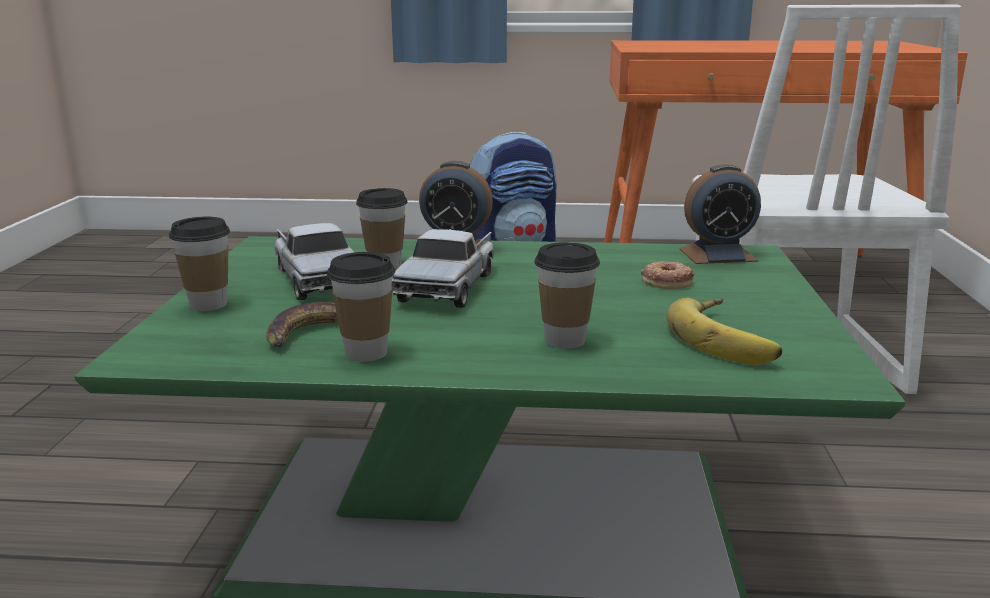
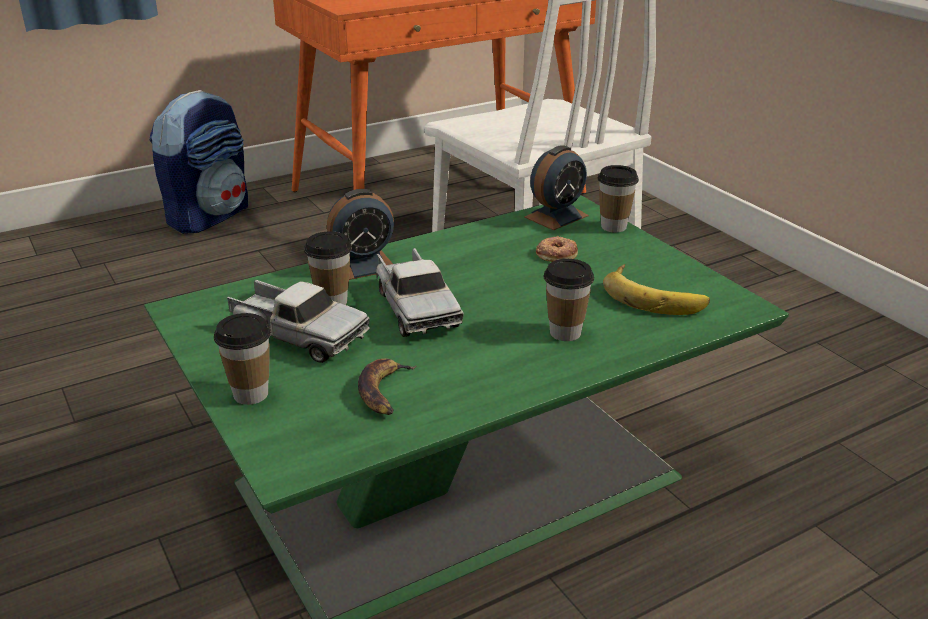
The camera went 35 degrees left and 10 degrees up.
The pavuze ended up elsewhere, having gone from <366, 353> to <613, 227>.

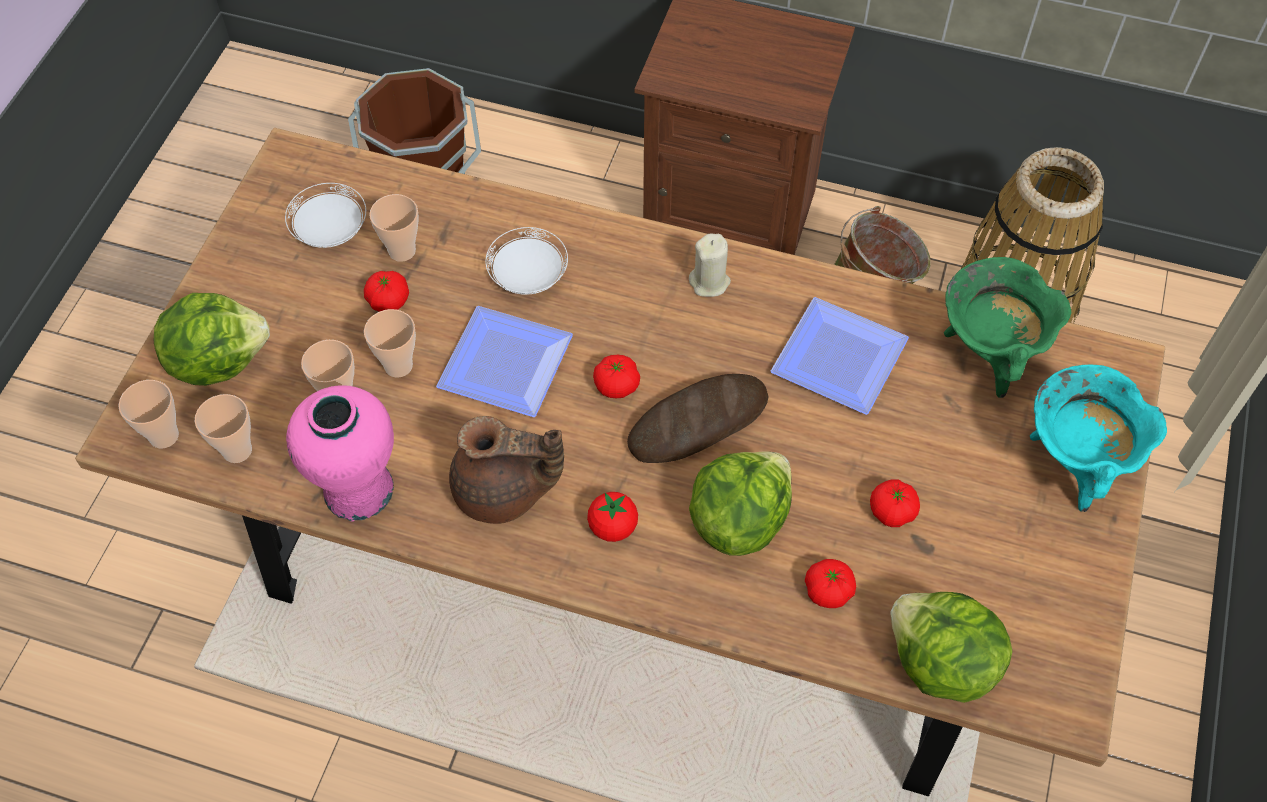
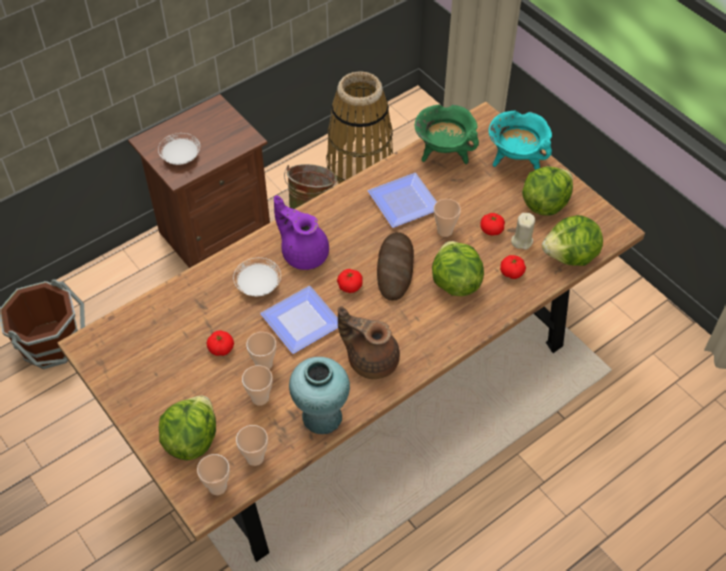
The camera went 55 degrees left and 5 degrees down.
The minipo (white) ended up elsewhere, having gone from <330, 230> to <181, 157>.
What was the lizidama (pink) at <358, 490> turned into the lizidama (turquoise) at <322, 417>.
The pavuze ended up elsewhere, having gone from <402, 251> to <445, 231>.
The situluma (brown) at <503, 492> ended up facing another way, 105 degrees counterclockwise from before.
The second view lost the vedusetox at <613, 527>.
The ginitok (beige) ended up elsewhere, having gone from <709, 282> to <521, 241>.
The second view gained the situluma (purple) at <303, 253>.
The second view gained the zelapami at <544, 204>.

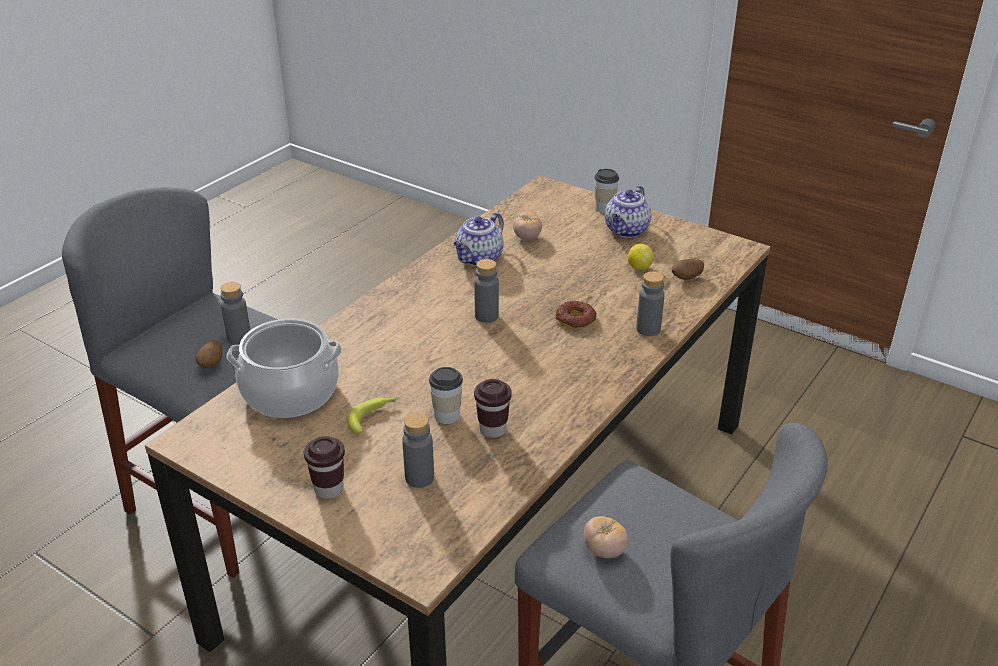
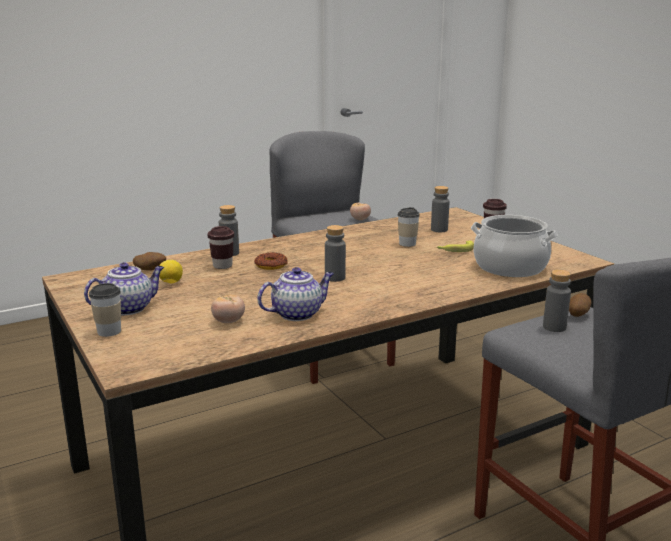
The camera went 155 degrees left and 15 degrees down.
The pavuze (brown) ended up elsewhere, having gone from <492, 429> to <222, 266>.

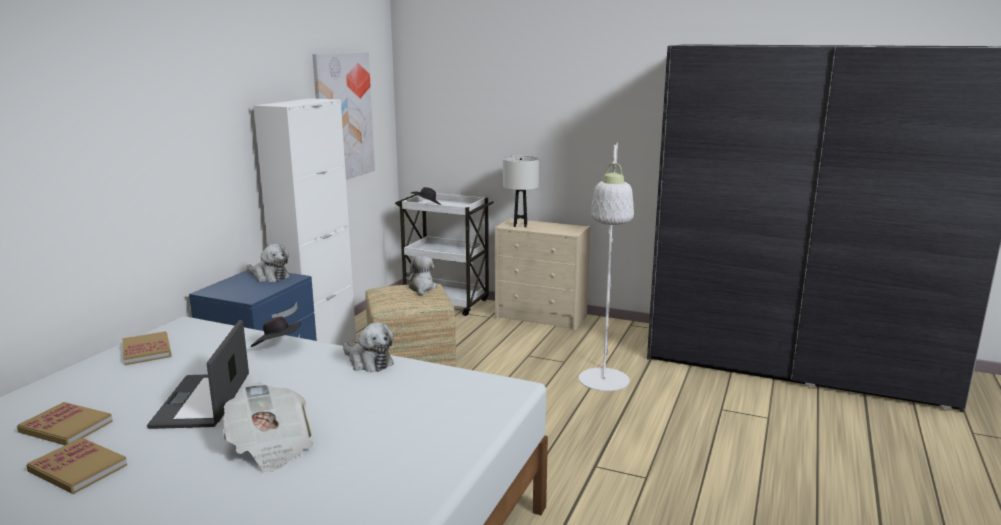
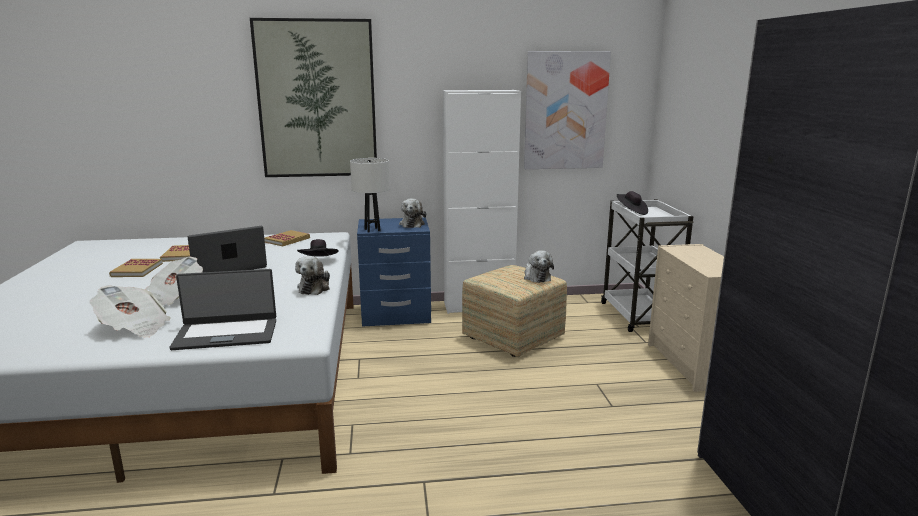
The camera went 60 degrees right and 0 degrees up.
The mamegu at <422, 288> ended up facing another way, 105 degrees clockwise from before.
The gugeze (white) ended up elsewhere, having gone from <520, 225> to <372, 230>.
The second view lost the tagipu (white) at <604, 385>.
The second view gained the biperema at <134, 327>.
The second view gained the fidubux at <226, 334>.
The second view gained the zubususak at <317, 100>.

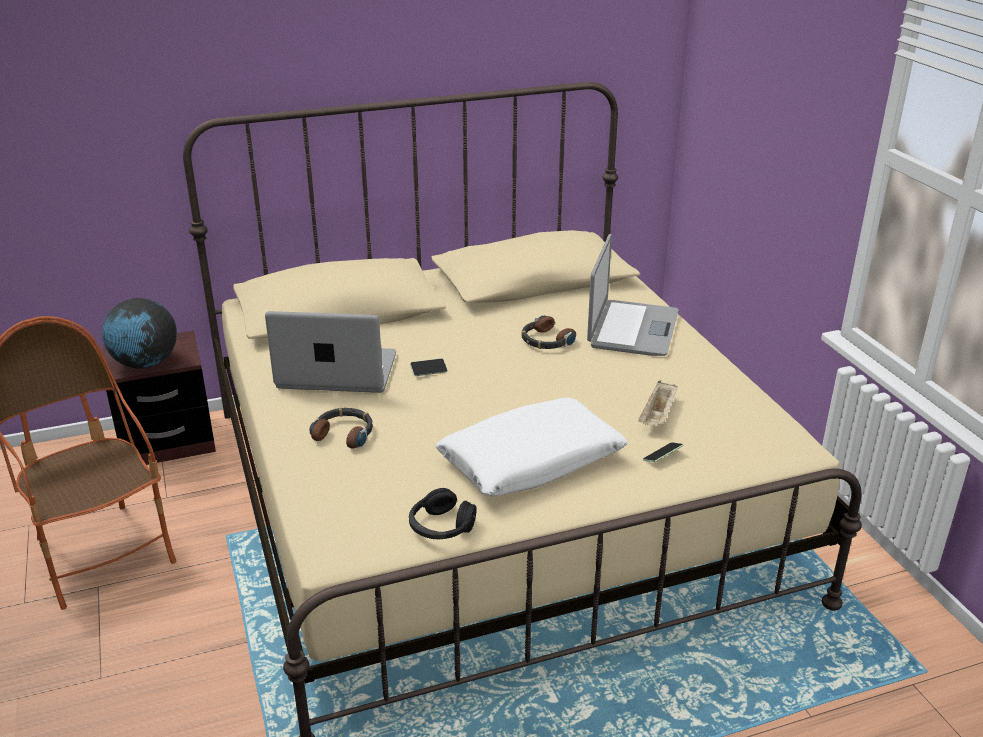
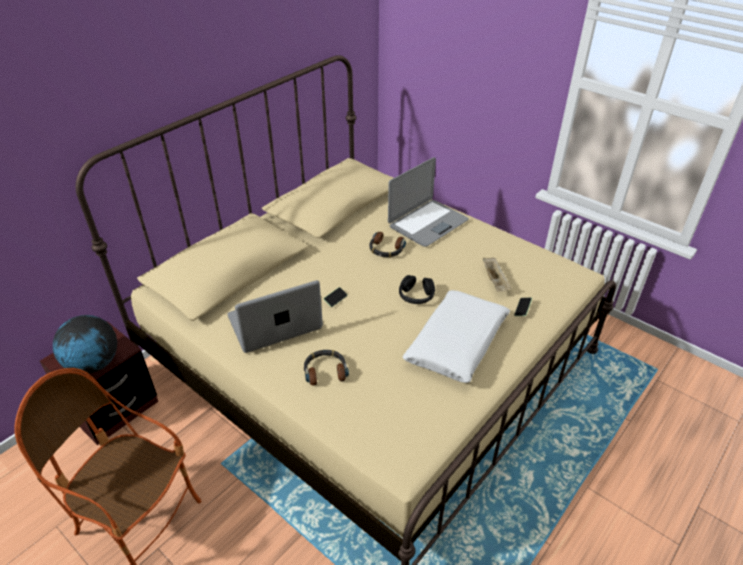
The camera went 30 degrees left and 10 degrees up.
The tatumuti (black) ended up elsewhere, having gone from <441, 527> to <416, 296>.
The fidubux at <632, 329> ended up facing another way, 60 degrees clockwise from before.

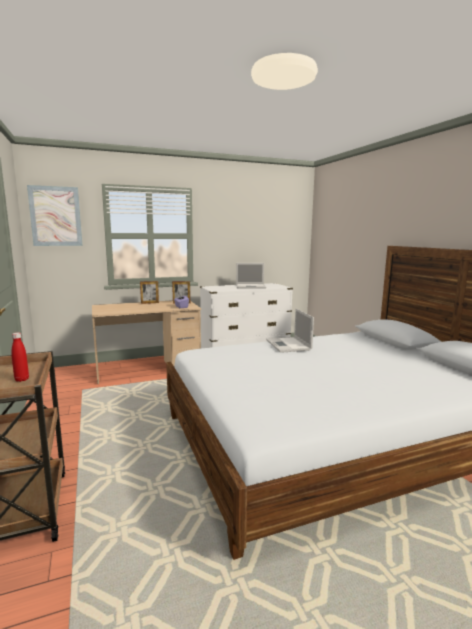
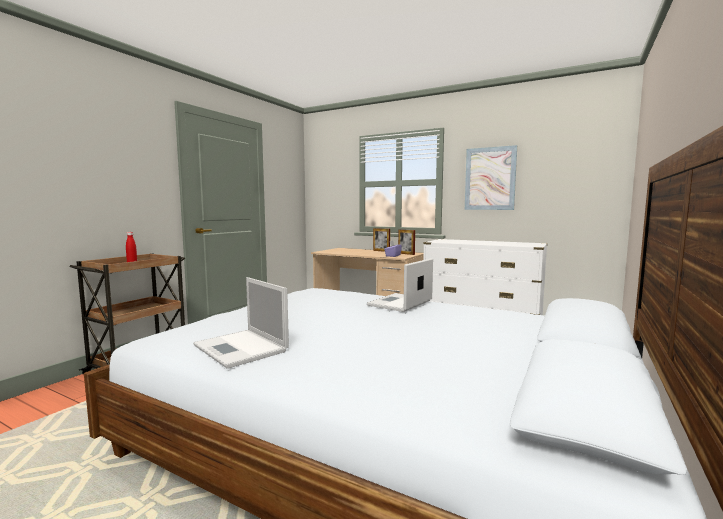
The camera went 50 degrees right and 5 degrees down.
The zubususak ended up elsewhere, having gone from <55, 216> to <490, 178>.
The fidubux ended up elsewhere, having gone from <251, 286> to <241, 348>.

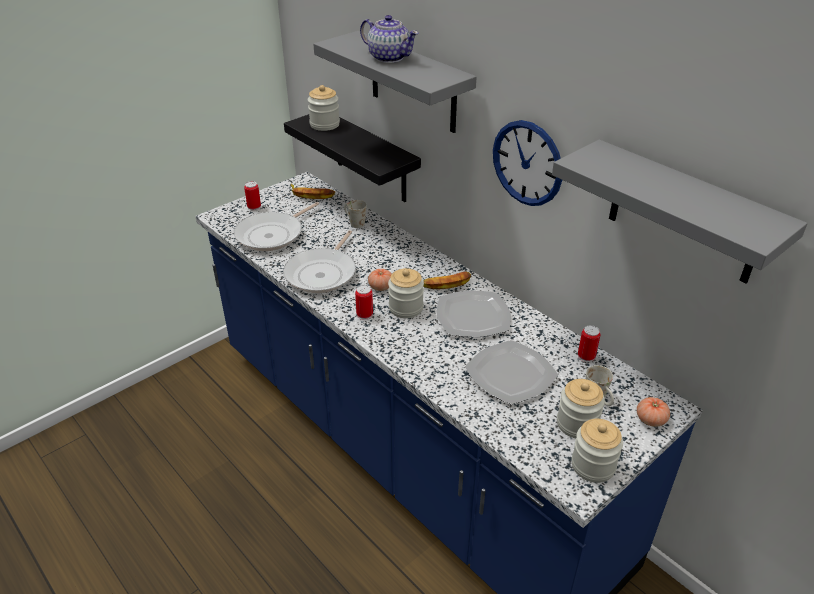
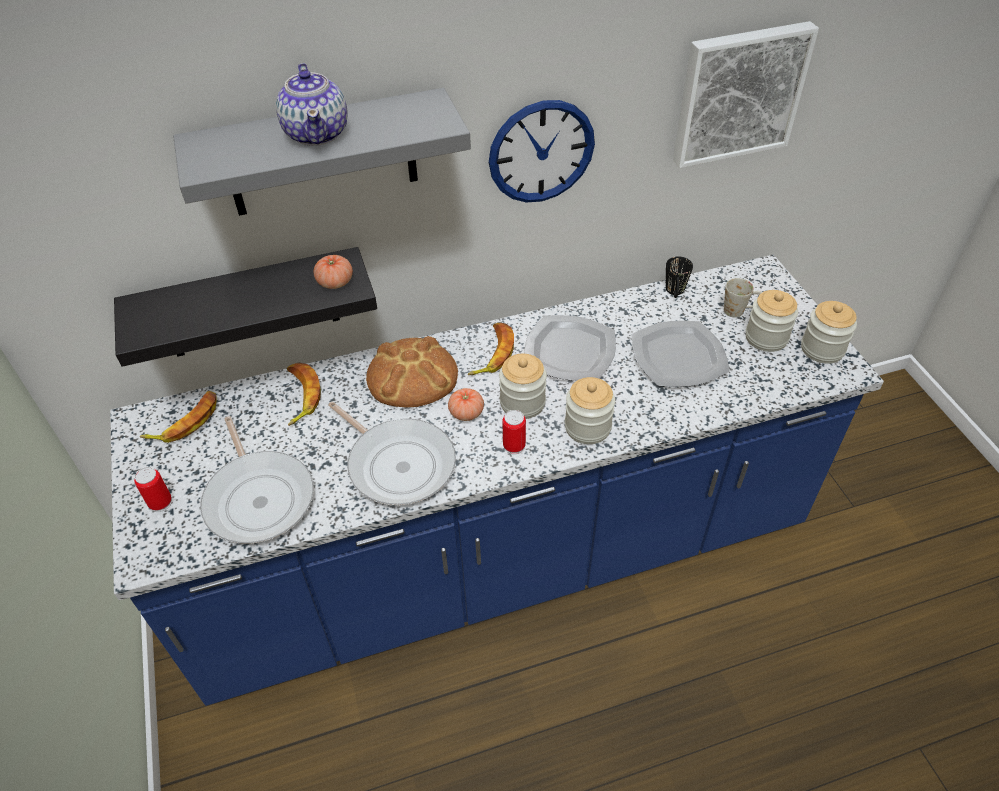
The camera went 65 degrees left and 10 degrees up.
The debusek ended up elsewhere, having gone from <324, 124> to <587, 427>.
Where the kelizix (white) stood at <354, 222>, the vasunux came to stand at <300, 396>.
The situluma at <389, 57> ended up facing another way, 105 degrees clockwise from before.
Where the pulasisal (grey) hung at <683, 213>, the zubususak came to hang at <738, 93>.
Where the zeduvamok stood at <586, 356>, the kelizix (black) came to stand at <675, 293>.
The vedusetox ended up elsewhere, having gone from <650, 419> to <335, 282>.
The second view gained the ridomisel at <412, 376>.

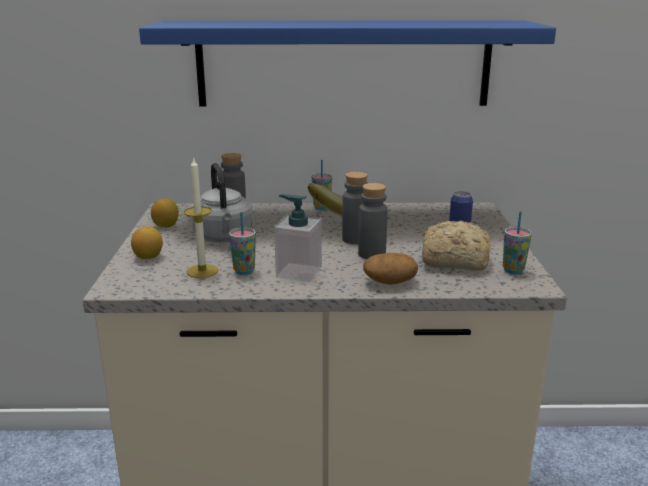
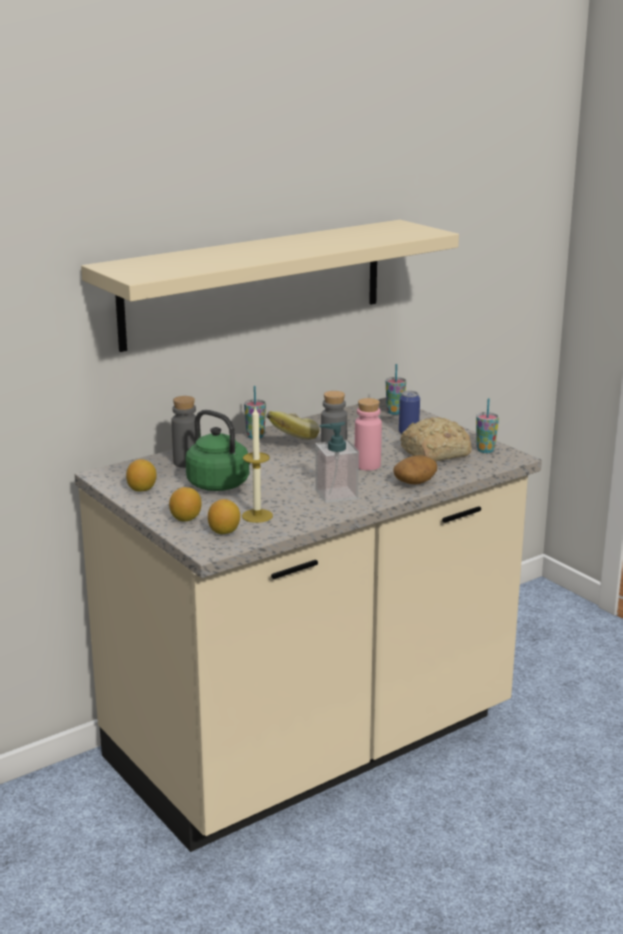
The camera went 35 degrees left and 0 degrees up.
What was the pulasisal (blue) at <343, 64> turned into the pulasisal (beige) at <254, 283>.
What was the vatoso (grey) at <225, 238> turned into the vatoso (green) at <221, 485>.
The pavuze ended up elsewhere, having gone from <244, 271> to <395, 412>.
What was the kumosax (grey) at <371, 254> turned into the kumosax (pink) at <367, 465>.
The second view gained the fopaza at <224, 532>.

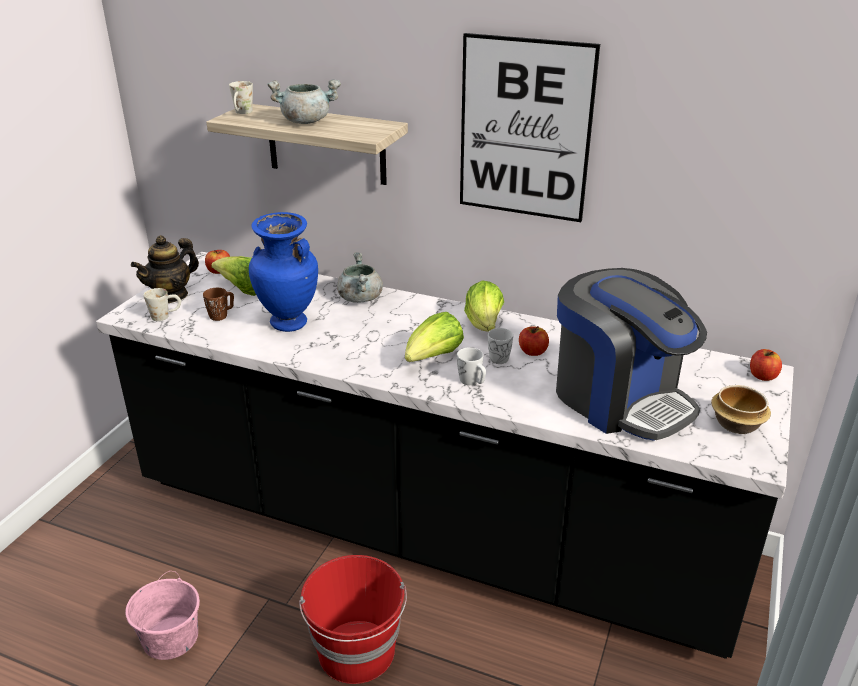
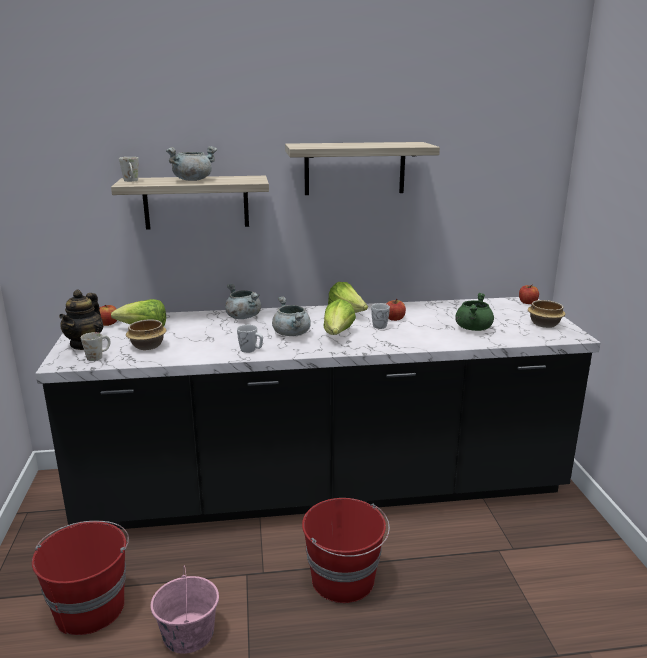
The camera went 30 degrees left and 10 degrees down.
Where the kelizix (brown) stood at <221, 315>, the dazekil came to stand at <147, 346>.
The second view lost the lizidama (blue) at <288, 324>.
The kelizix (white) ended up elsewhere, having gone from <472, 382> to <251, 350>.
Where the zubususak hung at <525, 129>, the pulasisal came to hang at <354, 168>.
Where the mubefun stood at <619, 399>, the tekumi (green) came to stand at <473, 328>.
The second view gained the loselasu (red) at <90, 607>.
The second view gained the tekumi (grey) at <292, 334>.

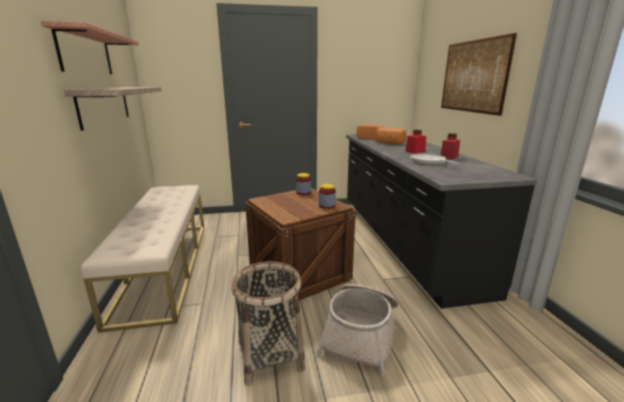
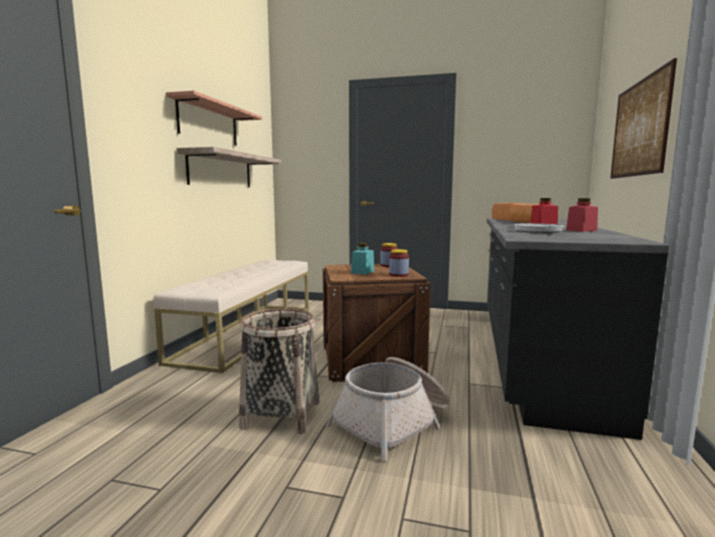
The camera went 25 degrees right and 10 degrees down.
The second view gained the debusek (turquoise) at <362, 272>.

